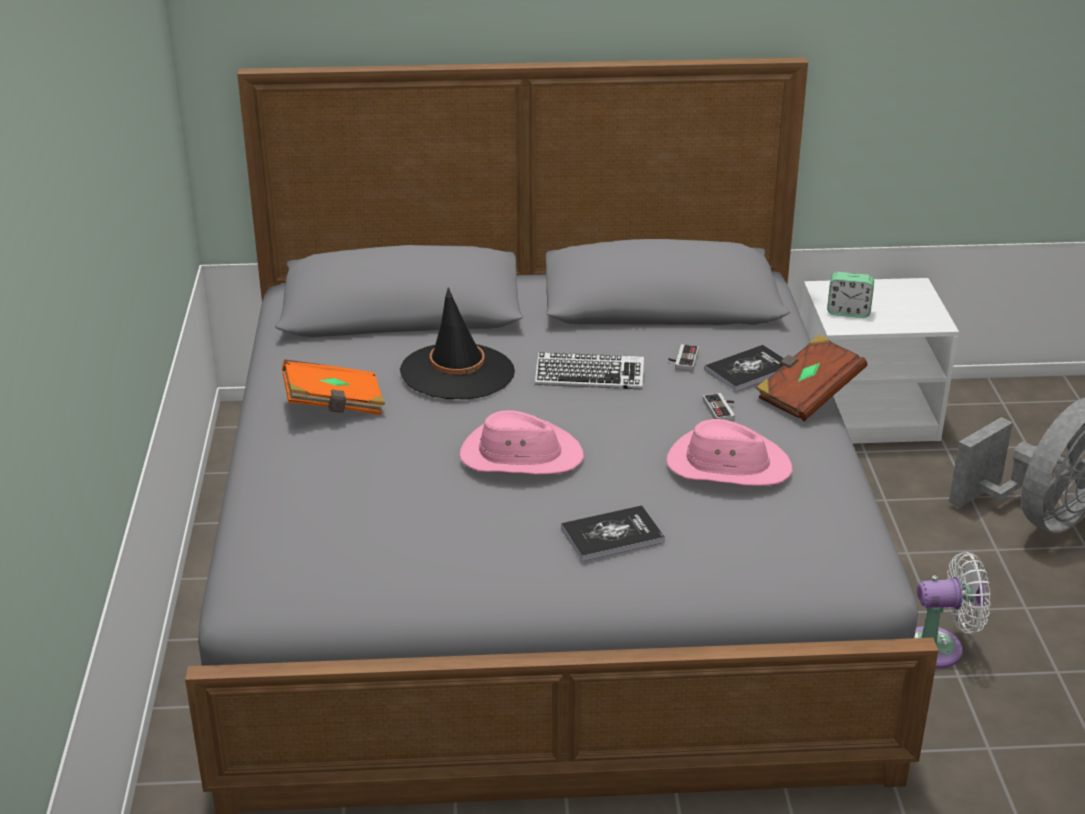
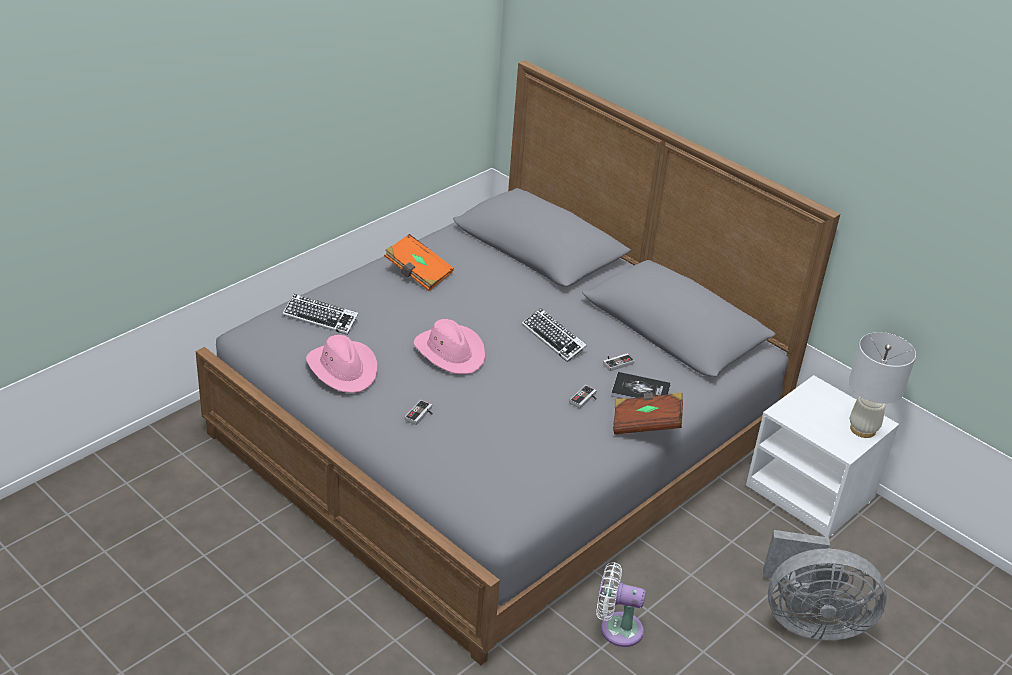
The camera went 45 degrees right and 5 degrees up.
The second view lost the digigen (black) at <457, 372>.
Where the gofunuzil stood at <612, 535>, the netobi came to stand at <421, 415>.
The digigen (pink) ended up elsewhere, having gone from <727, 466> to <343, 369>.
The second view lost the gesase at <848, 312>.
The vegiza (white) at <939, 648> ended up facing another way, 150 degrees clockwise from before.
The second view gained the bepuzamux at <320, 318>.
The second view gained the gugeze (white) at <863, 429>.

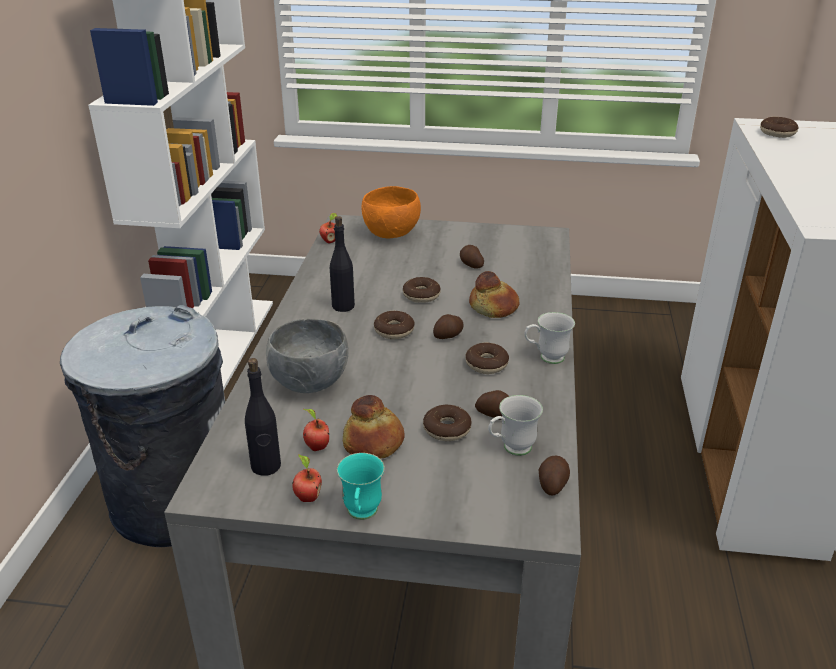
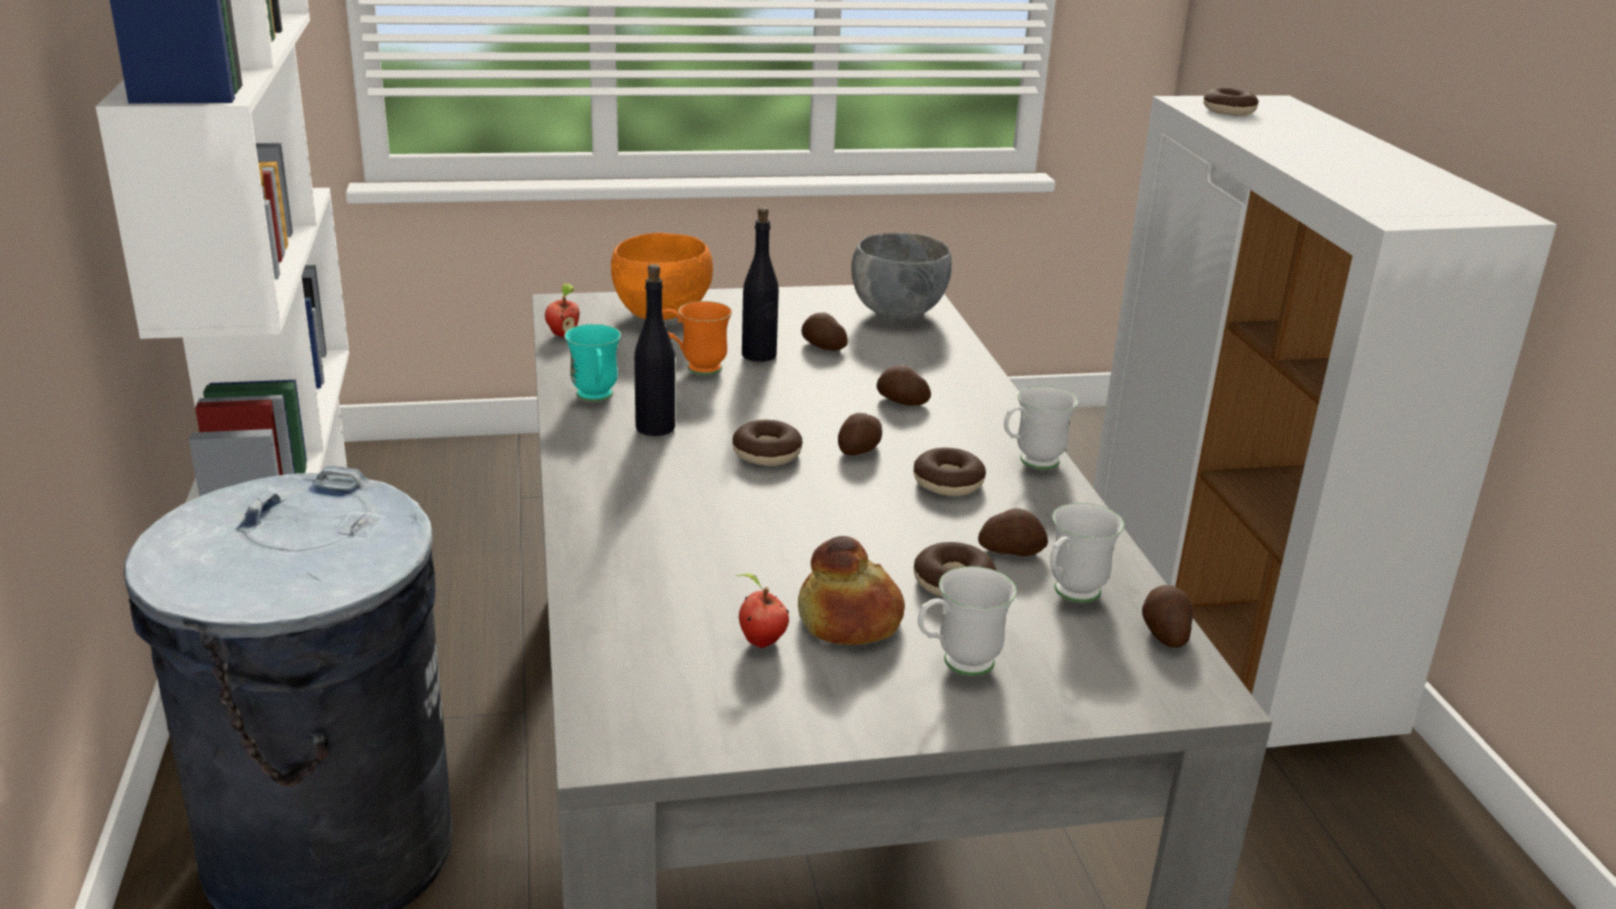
The camera went 20 degrees left and 5 degrees down.
The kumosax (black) ended up elsewhere, having gone from <266, 466> to <759, 355>.
The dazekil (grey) ended up elsewhere, having gone from <309, 383> to <896, 313>.
The second view lost the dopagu at <307, 497>.
The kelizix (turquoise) ended up elsewhere, having gone from <361, 515> to <596, 398>.
The second view lost the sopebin at <421, 295>.
Where the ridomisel stood at <494, 307>, the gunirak came to stand at <901, 401>.
The second view gained the kelizix (orange) at <694, 367>.
The second view gained the kelizix (white) at <957, 665>.

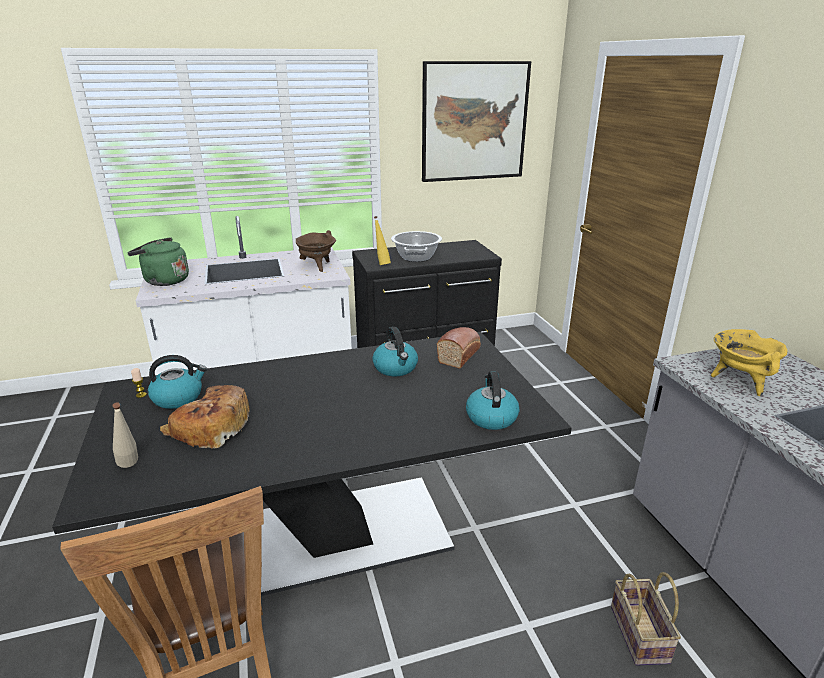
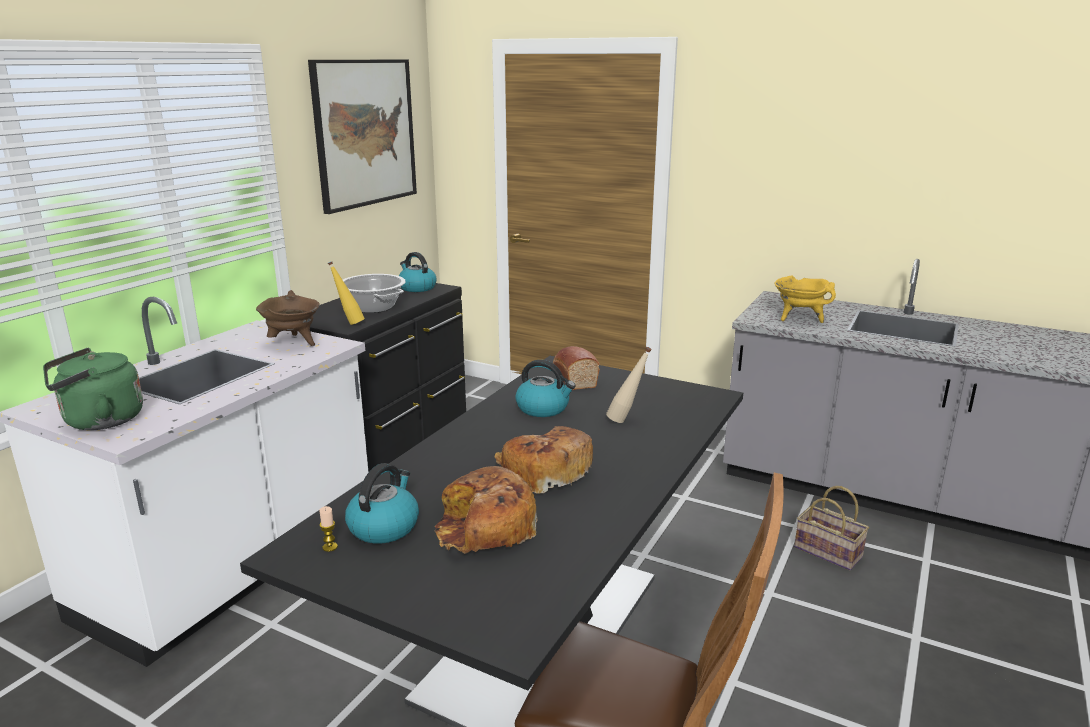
The camera went 45 degrees left and 5 degrees down.
The kumosax (beige) ended up elsewhere, having gone from <131, 468> to <626, 421>.
The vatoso ended up elsewhere, having gone from <491, 417> to <417, 288>.
The second view gained the ridomisel at <545, 471>.

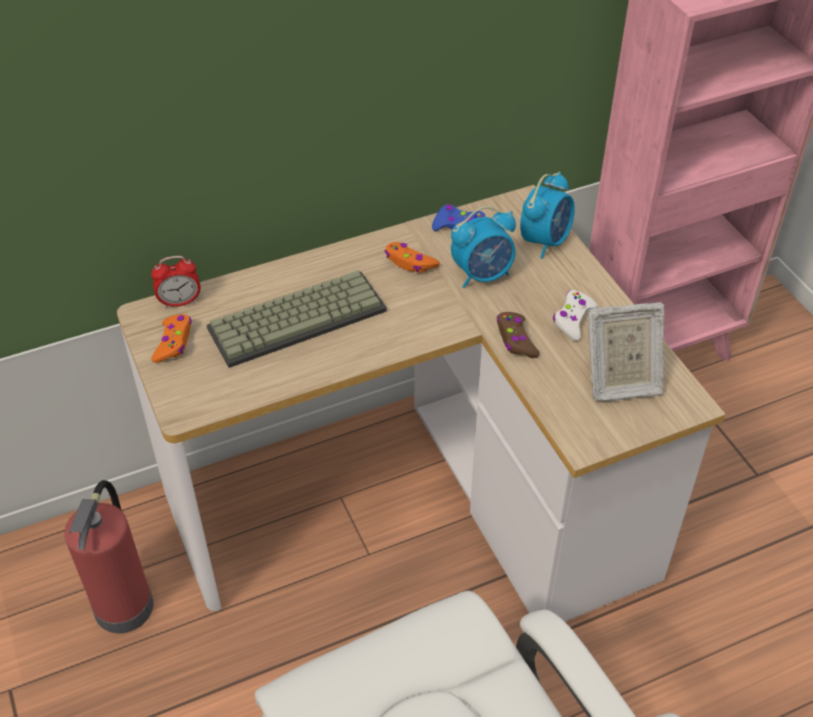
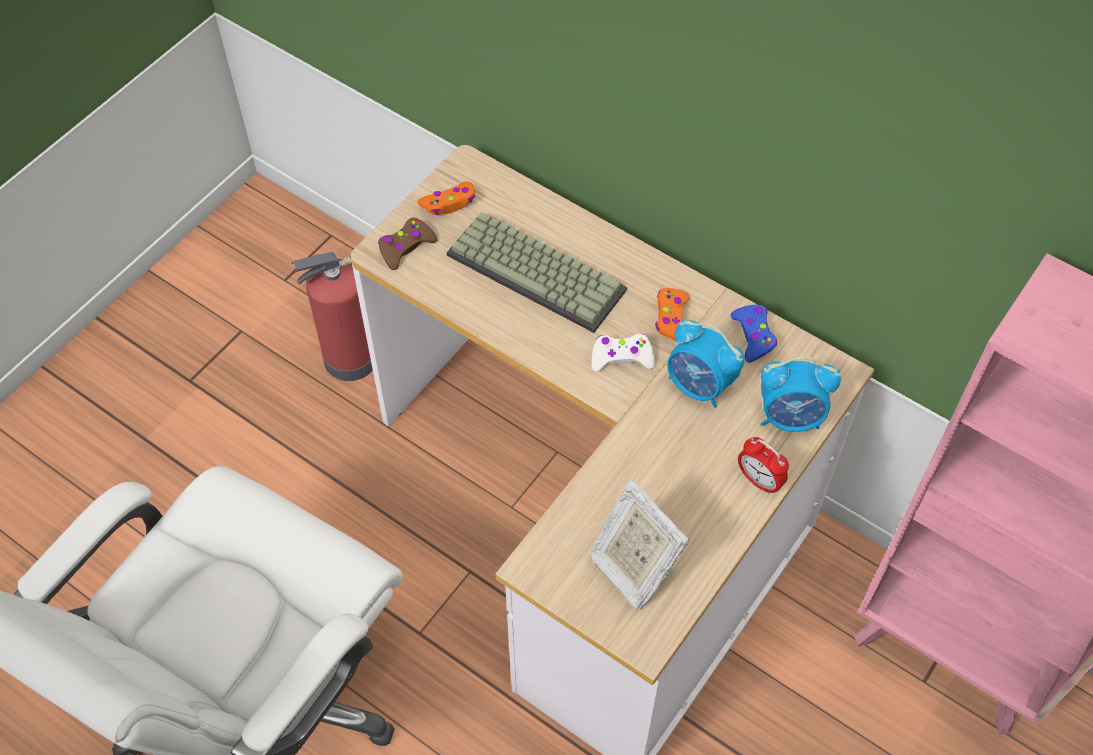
The camera went 60 degrees right and 10 degrees up.
The gesase ended up elsewhere, having gone from <180, 302> to <759, 480>.
The netobi (brown) ended up elsewhere, having gone from <516, 340> to <406, 247>.
The netobi (white) ended up elsewhere, having gone from <573, 320> to <621, 357>.

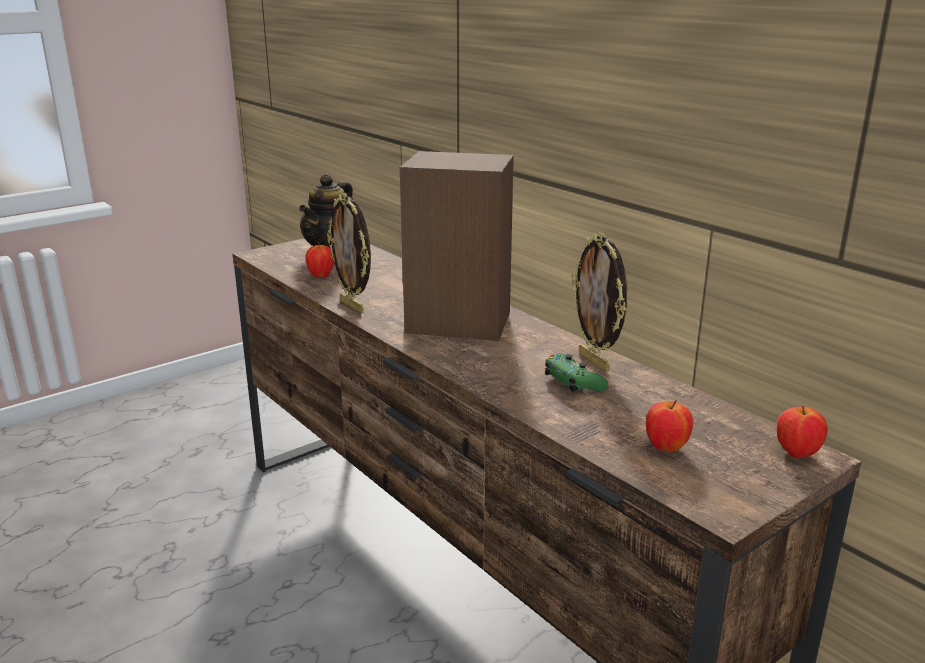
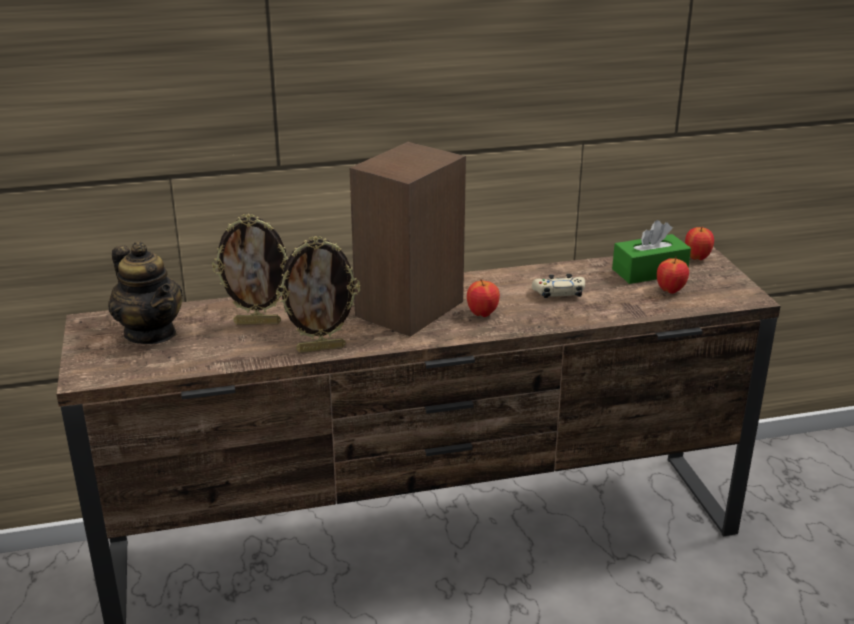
The camera went 65 degrees left and 5 degrees up.
The dopagu ended up elsewhere, having gone from <321, 276> to <482, 314>.
What was the netobi (green) at <574, 382> turned into the netobi (beige) at <559, 293>.
The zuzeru ended up elsewhere, having gone from <595, 362> to <258, 322>.
The second view gained the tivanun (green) at <649, 271>.

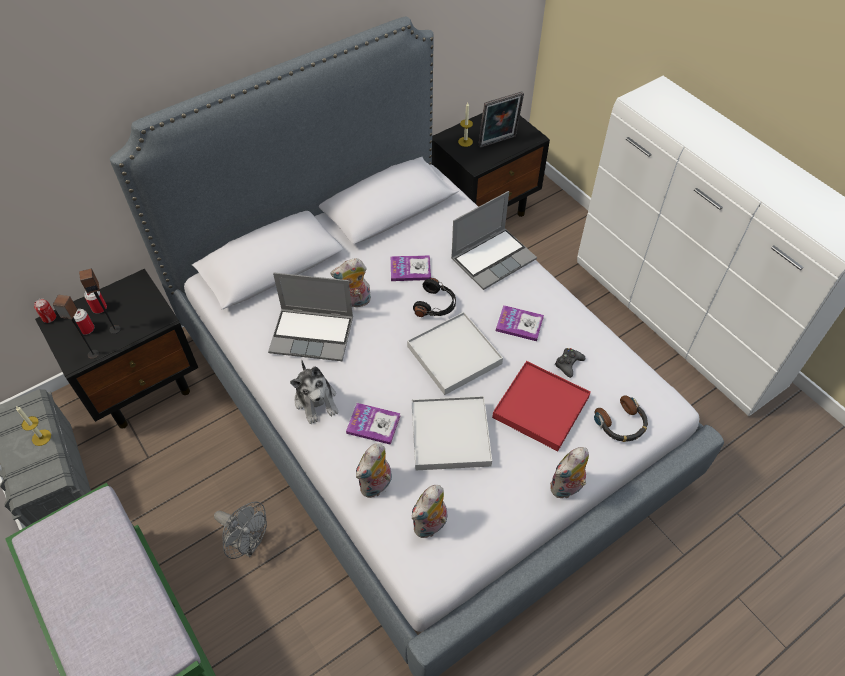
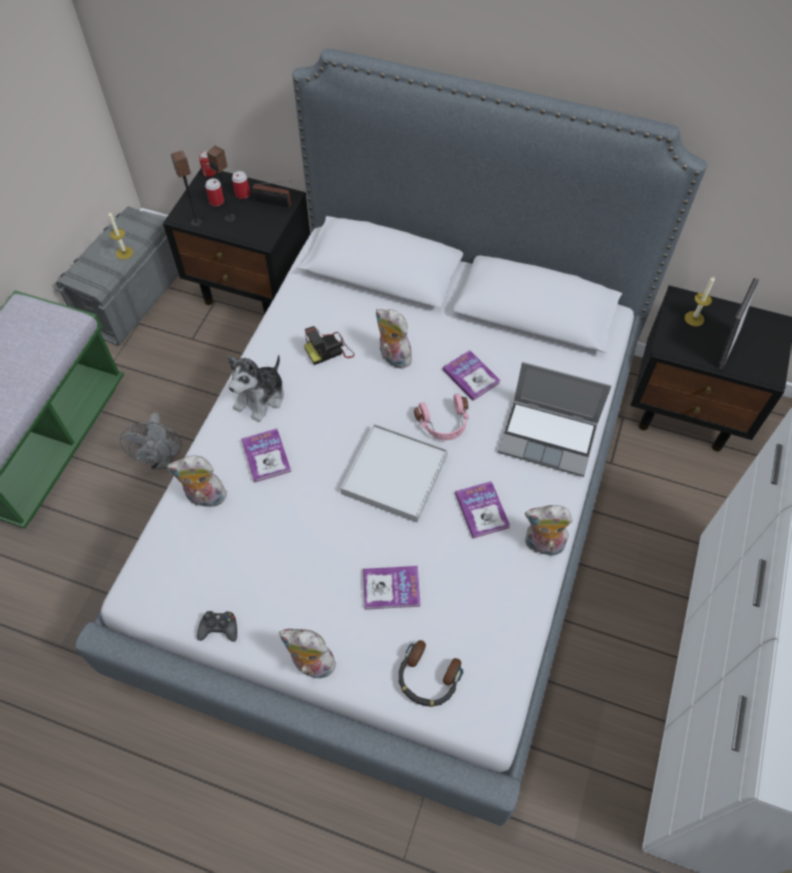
The camera went 55 degrees right and 5 degrees up.
Where the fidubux stood at <313, 334>, the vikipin came to stand at <329, 350>.
The second view lost the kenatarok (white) at <450, 435>.
The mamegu ended up elsewhere, having gone from <430, 526> to <543, 545>.
What was the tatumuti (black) at <436, 305> turned into the tatumuti (pink) at <444, 424>.
The zuzeru at <498, 142> ended up facing another way, 90 degrees clockwise from before.
Where the kenatarok (red) stood at <541, 407>, the gofunuzil came to stand at <391, 588>.
The netobi (black) ended up elsewhere, having gone from <568, 364> to <219, 628>.
The second view gained the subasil at <274, 204>.

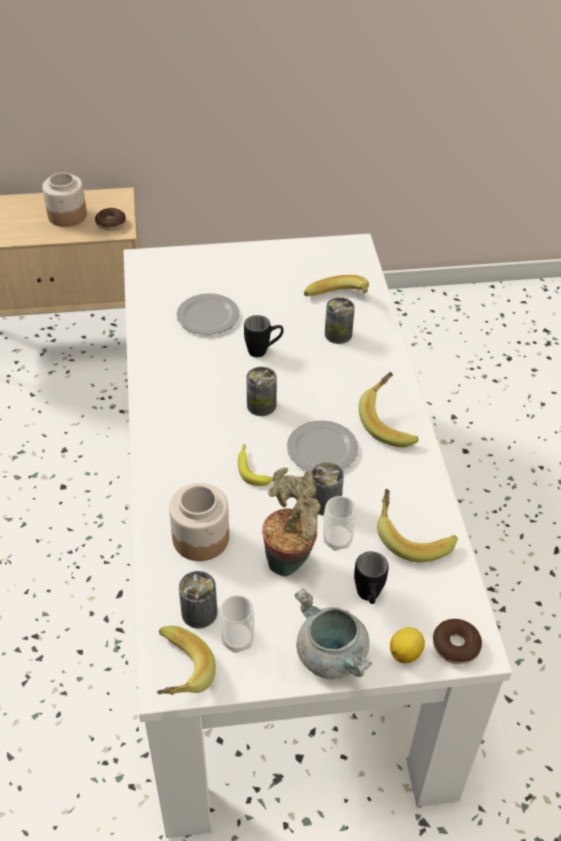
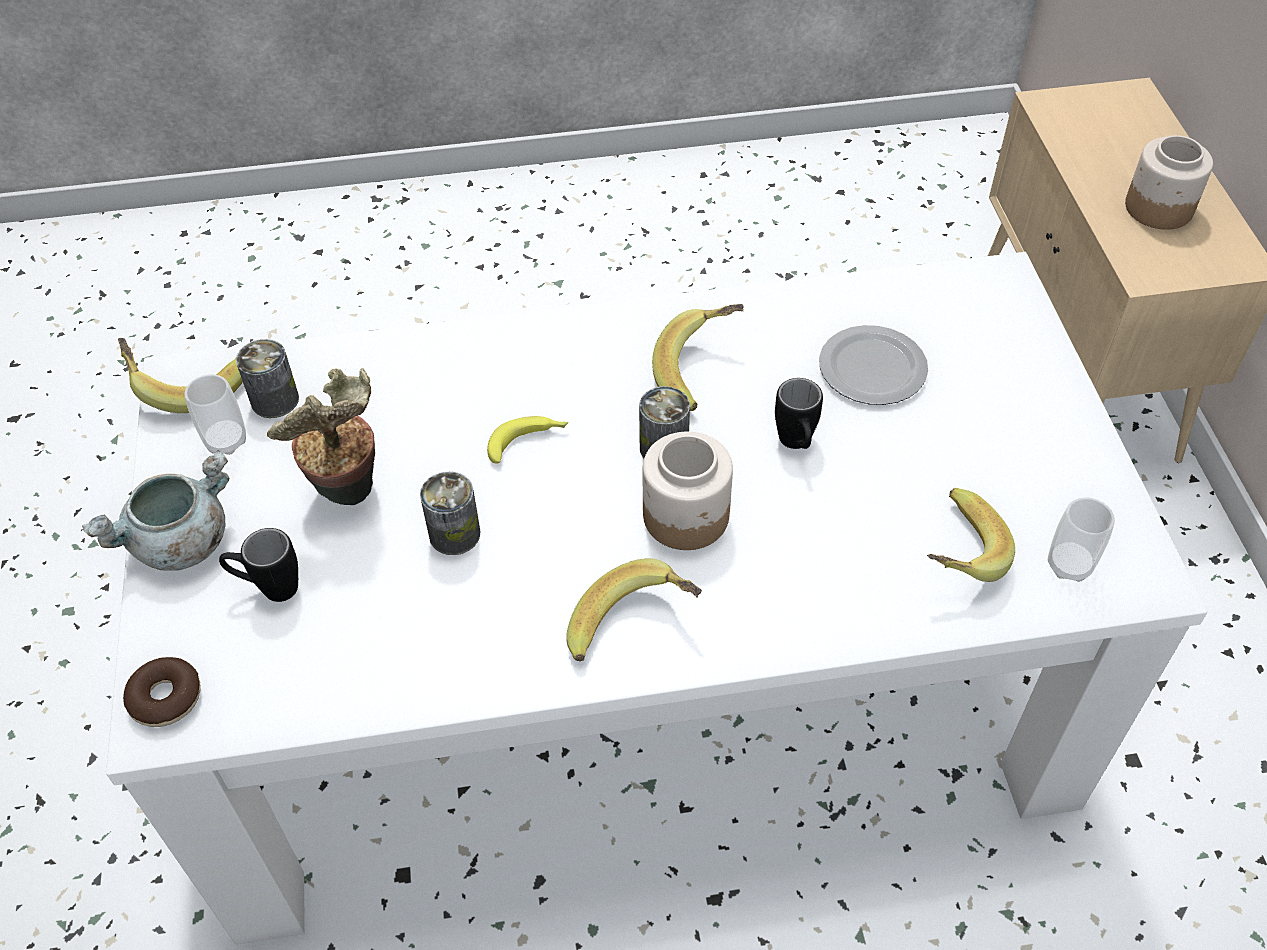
The camera went 90 degrees right and 5 degrees up.
The second view lost the sopebin at <111, 223>.
The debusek ended up elsewhere, having gone from <201, 537> to <687, 516>.
The second view lost the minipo at <322, 450>.
The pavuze ended up elsewhere, having gone from <337, 540> to <1069, 565>.
The second view lost the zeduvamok at <338, 334>.
The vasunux ended up elsewhere, having gone from <411, 536> to <701, 372>.
The second view lost the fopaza at <406, 653>.

